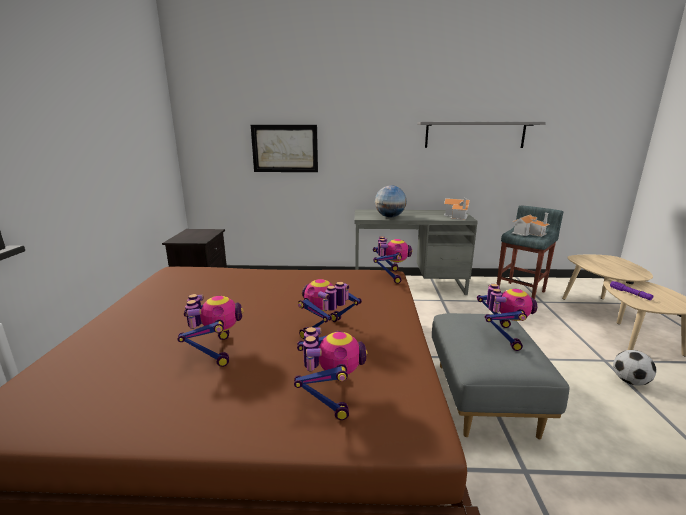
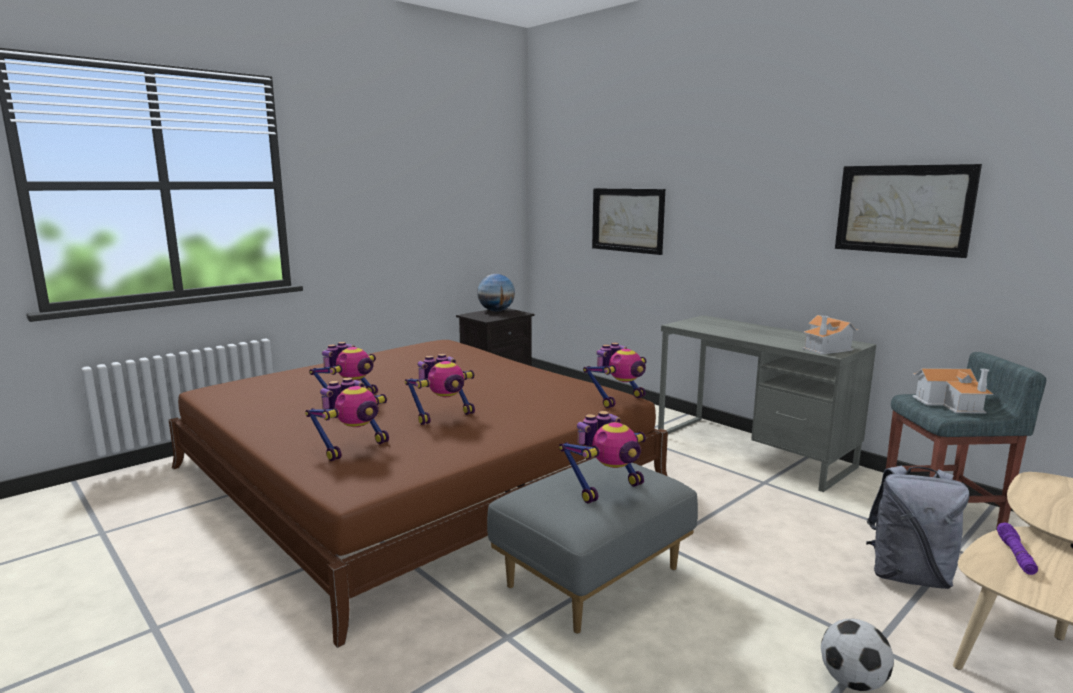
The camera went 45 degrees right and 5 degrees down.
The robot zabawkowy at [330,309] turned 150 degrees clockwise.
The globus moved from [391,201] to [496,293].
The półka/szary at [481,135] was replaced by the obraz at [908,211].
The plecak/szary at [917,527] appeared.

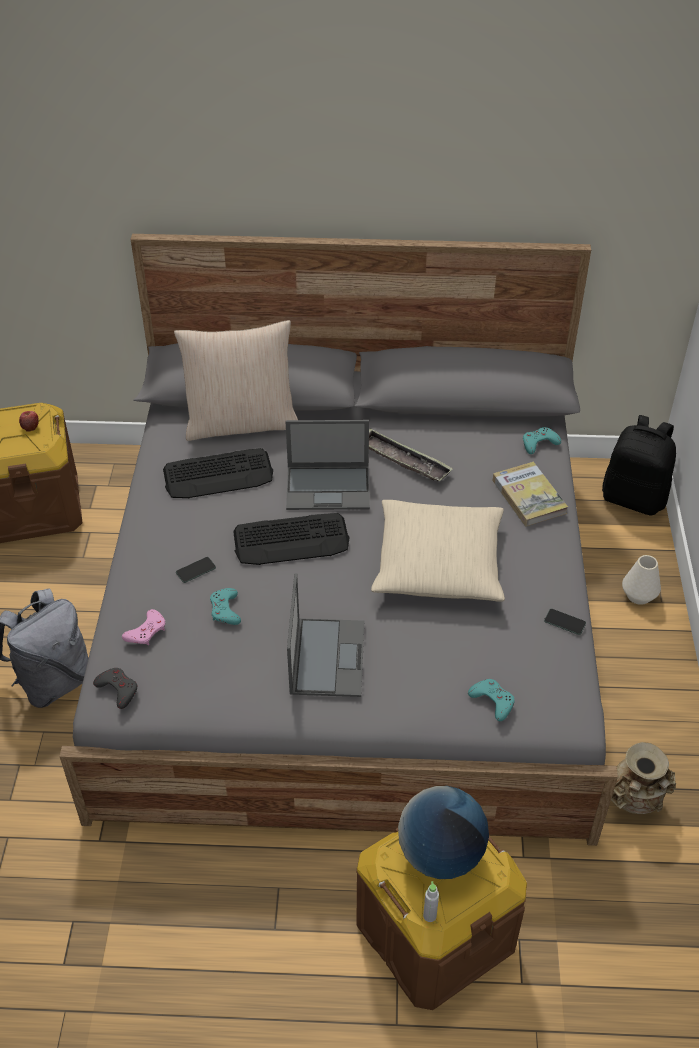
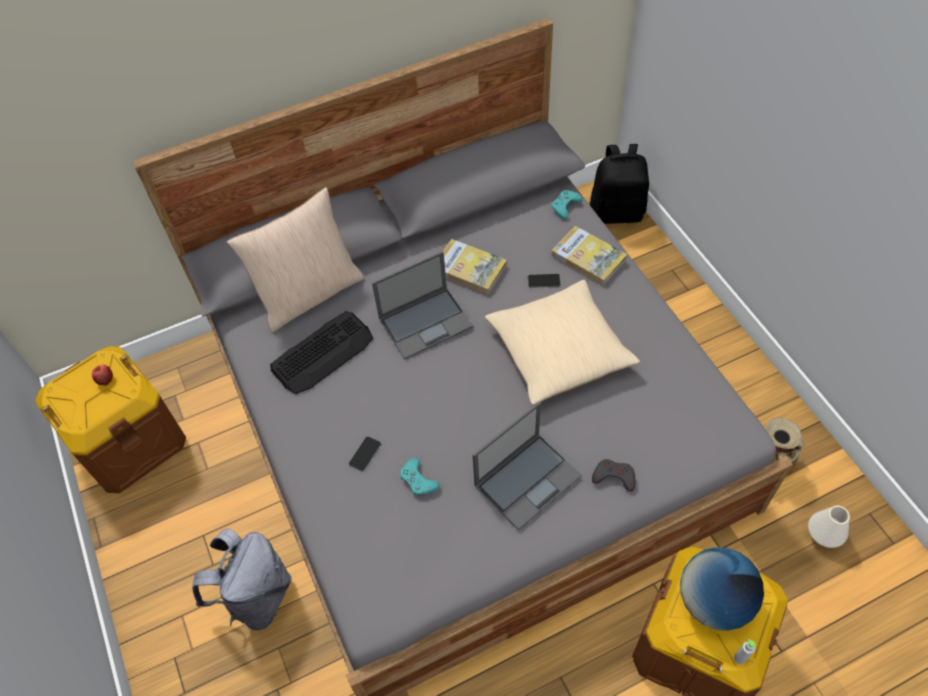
The camera went 25 degrees left and 10 degrees up.
The taca at [411,455] was replaced by the książka at [475,266].
The laptop at [325,635] turned 75 degrees clockwise.
The telefon moved from [565,622] to [544,281].
The pad do gier/szary moved from [115,688] to [614,475].
The wazon/biały moved from [641,580] to [829,526].
The pad do gier/różowy at [143,627] disappeared.
The klawiatura at [291,539] disappeared.
The pad do gier/turkusowy at [491,700] disappeared.

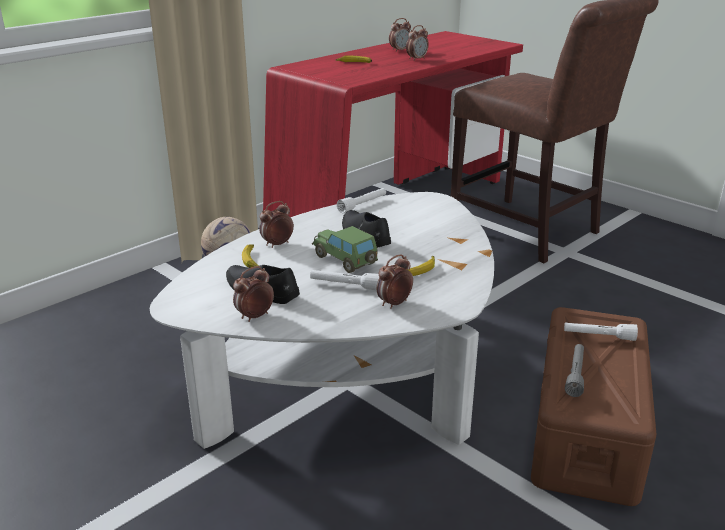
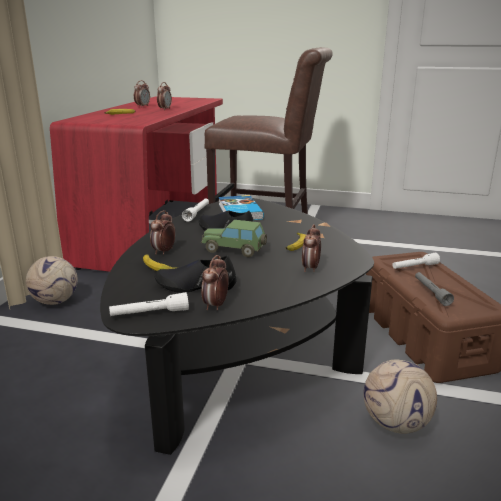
The camera went 30 degrees left and 5 degrees down.
The ława/biały at [322,320] became the ława/czarny at [237,326].
The latarka/biały moved from [344,280] to [149,304].
The książka at [241,207] appeared.
The piłka futbolowa at [400,397] appeared.

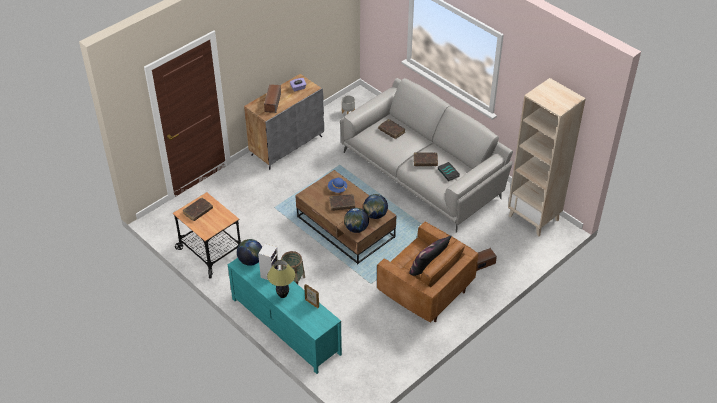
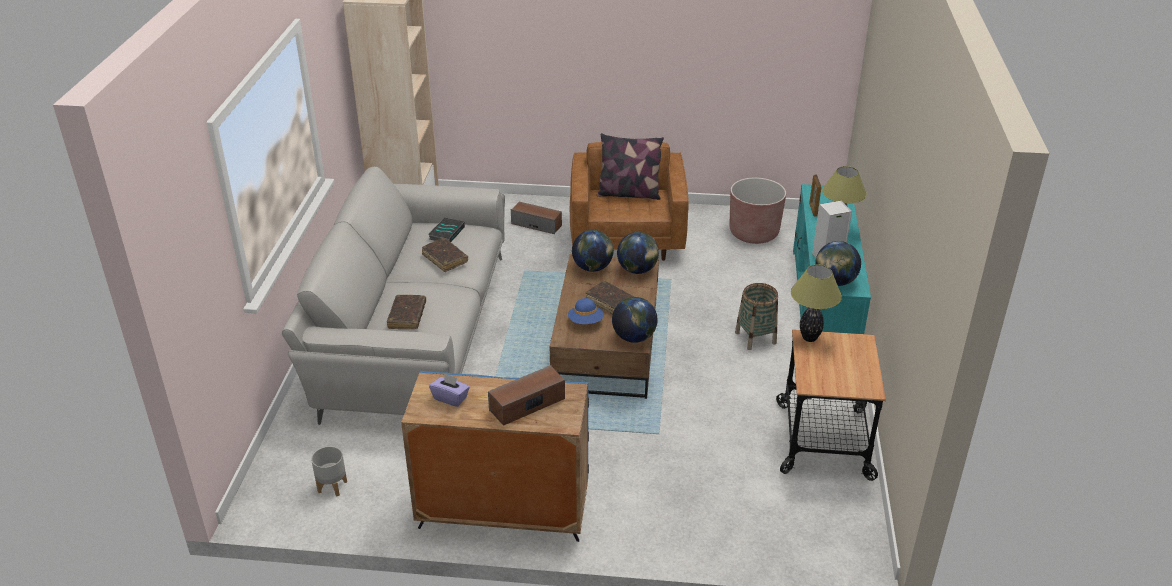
The camera went 130 degrees left and 10 degrees down.
The szafka/szary at [284,122] became the szafka/niebieski at [495,456].
The globus at [635,320] appeared.
The donica/brązowy at [758,210] appeared.
The lampa stołowa at [816,303] appeared.
The książka/brązowy at [198,209] disappeared.

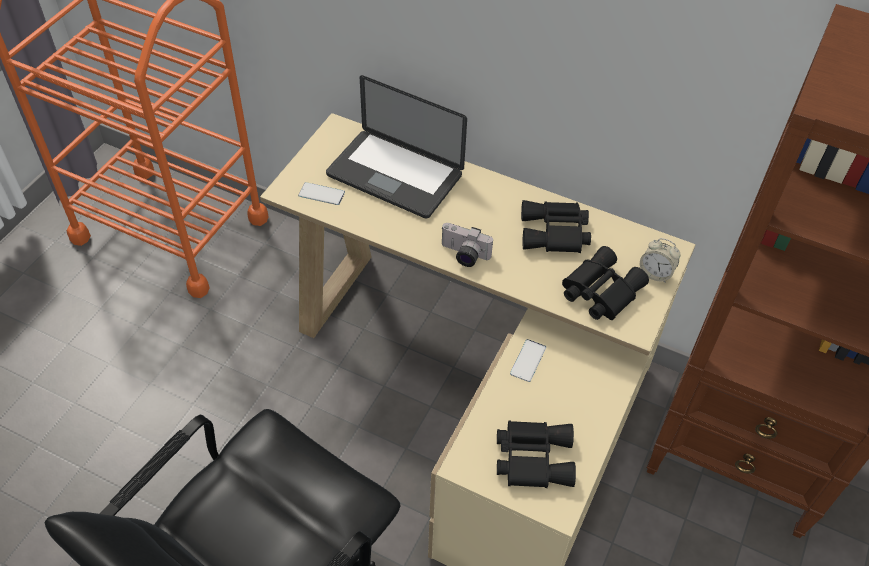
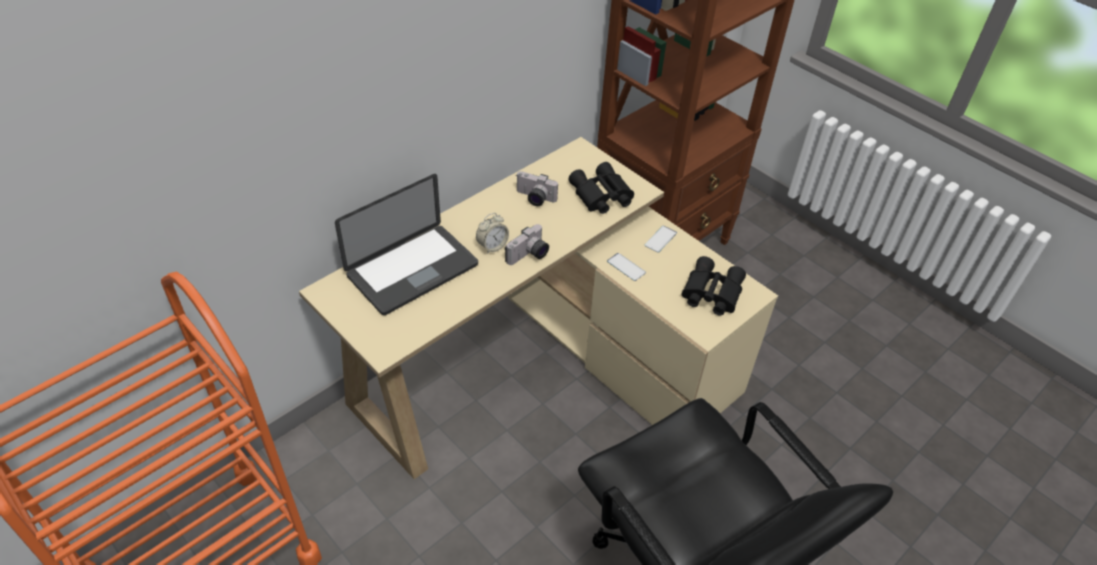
The camera went 70 degrees left and 5 degrees down.
The budzik moved from [660,260] to [492,233].
The lornetka/czarny at [556,226] was replaced by the aparat fotograficzny at [537,188].
The telefon moved from [321,193] to [661,239].

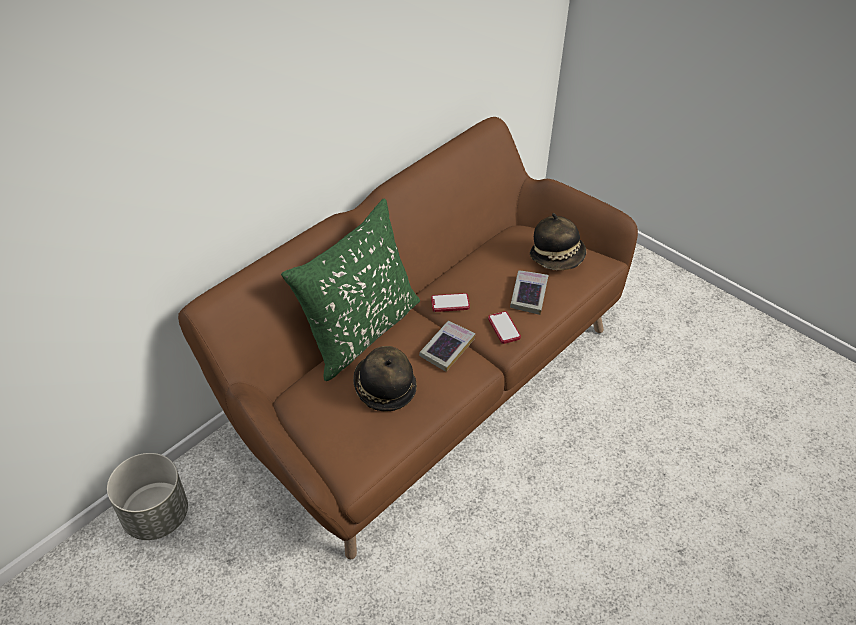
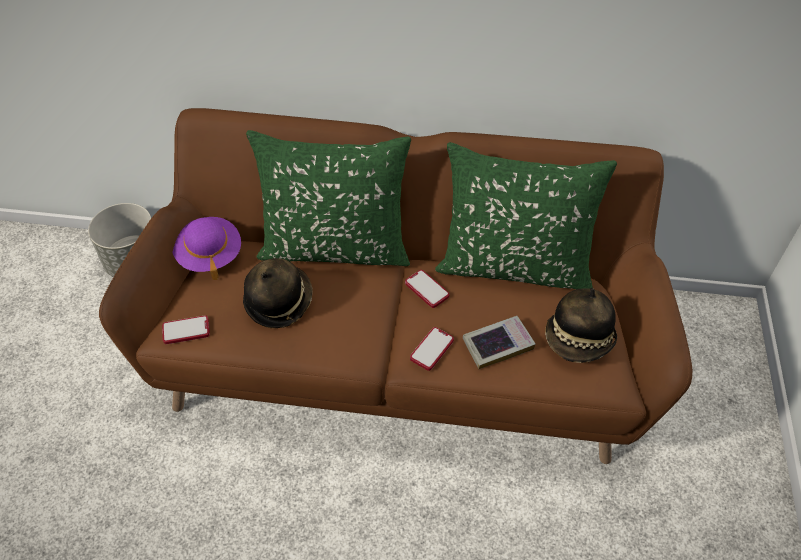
The camera went 55 degrees right and 5 degrees up.
The telefon at [186,329] appeared.
The kapelusz/fioletowy at [207,248] appeared.
The poduszka/zielony at [526,215] appeared.
The książka at [447,346] disappeared.

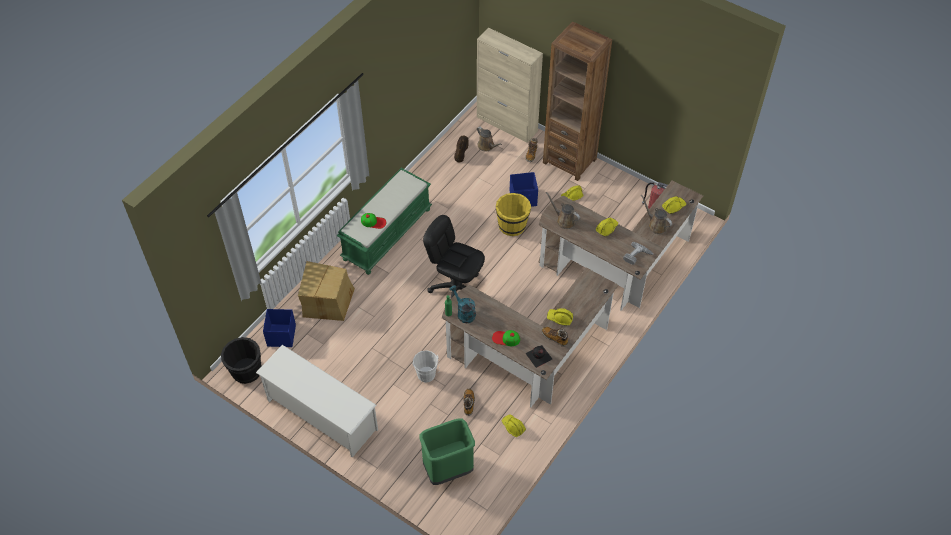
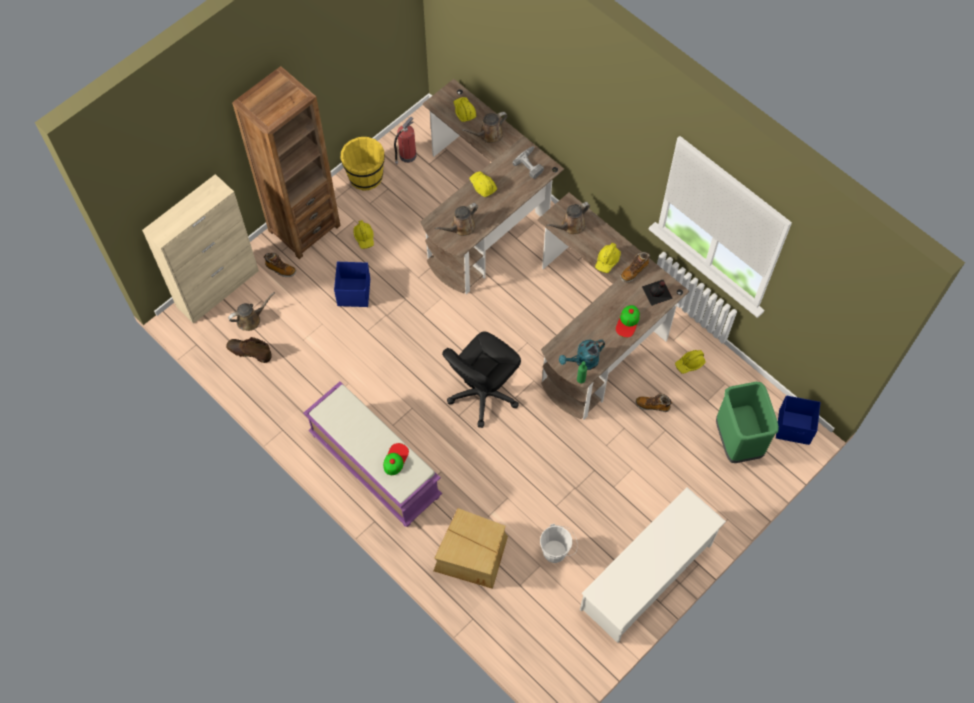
The camera went 80 degrees left and 10 degrees up.
The ławka/zielony at [384,221] became the ławka/fioletowy at [372,454].
The wiadro/żółty moved from [513,214] to [363,164].
The wiadro/biały moved from [426,366] to [558,543].
The konewka/brązowy at [568,218] appeared.
The pojemnik do przechowywania/niebieski moved from [279,328] to [798,420].
The wiadro/czarny at [241,360] disappeared.

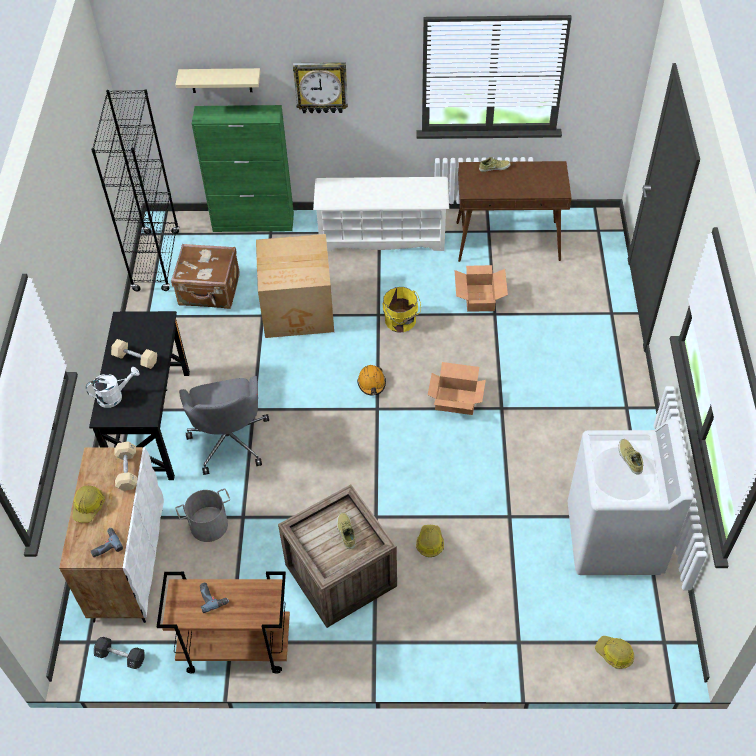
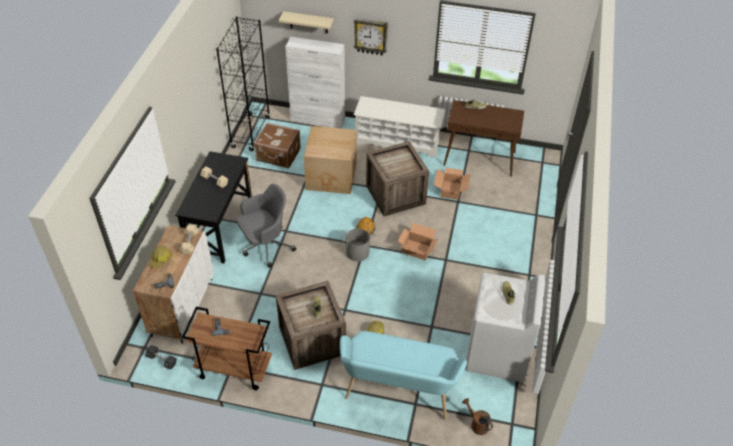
The camera went 10 degrees right and 5 degrees down.
The krzesło biurowe/szary at [224,425] turned 120 degrees counterclockwise.
The szafka/zielony at [243,168] became the szafka/biały at [315,82].
The ławka/turkusowy at [403,375] appeared.
The wiadro/szary moved from [202,515] to [358,244].
The wiadro/żółty at [402,310] was replaced by the skrzynka at [397,178].
The kask at [614,652] was replaced by the konewka/brązowy at [477,416].
The konewka/biały at [112,387] disappeared.

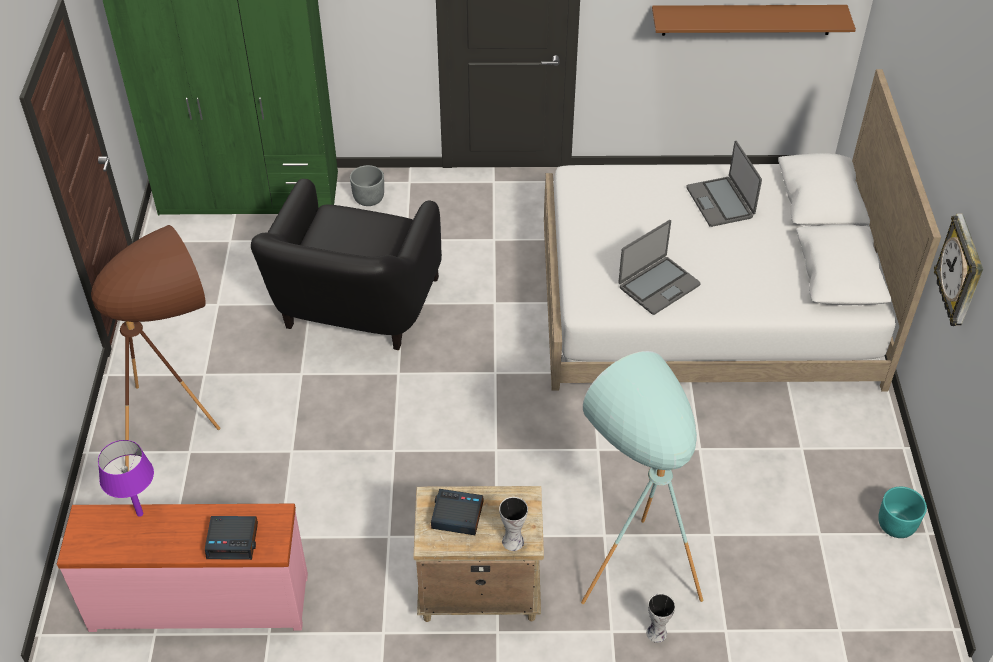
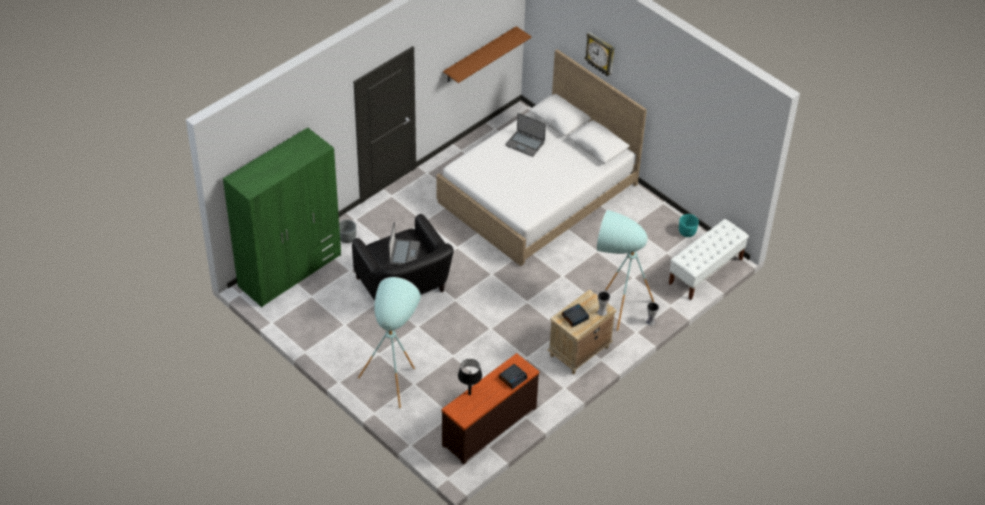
The camera went 45 degrees left and 0 degrees up.
The lampa stojąca/brązowy at [156,348] became the lampa stojąca/turkusowy at [389,342].
The laptop moved from [659,267] to [404,243].
The komoda/różowy at [182,568] became the komoda/brązowy at [490,408].
The lampa stołowa/fioletowy at [126,478] became the lampa stołowa/czarny at [470,377].
The zegar ścienny moved from [958,270] to [599,54].
The ławka/biały at [709,259] appeared.

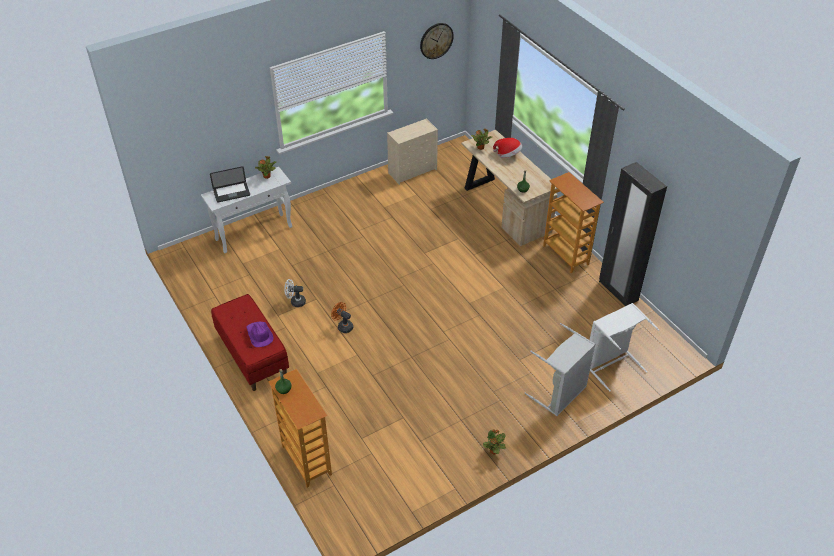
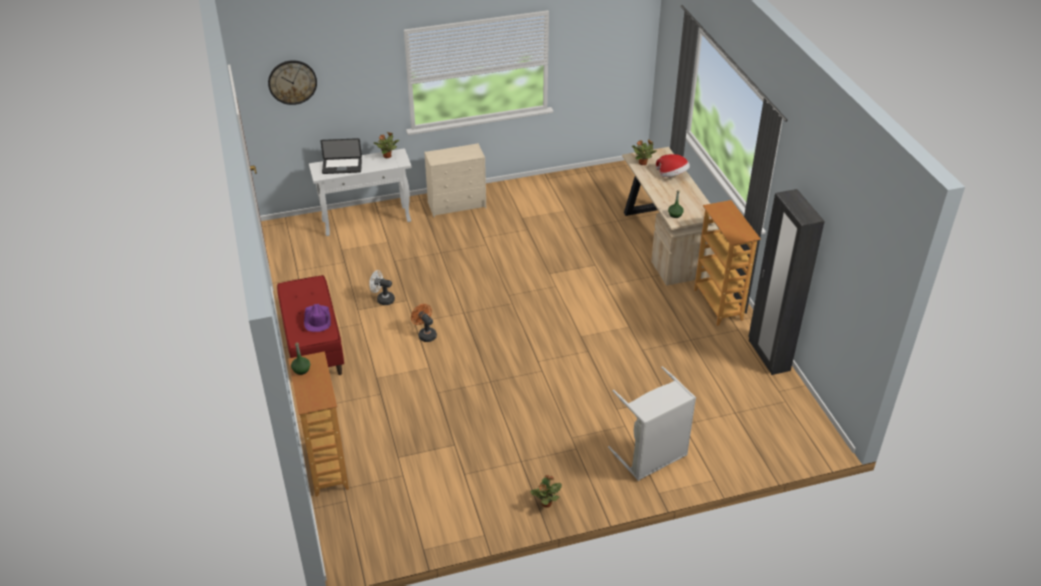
The camera went 15 degrees right and 5 degrees down.
The zegar ścienny moved from [437,41] to [292,82].
The komoda/beżowy moved from [412,152] to [455,180].
The kosz na pranie/biały at [624,347] disappeared.

